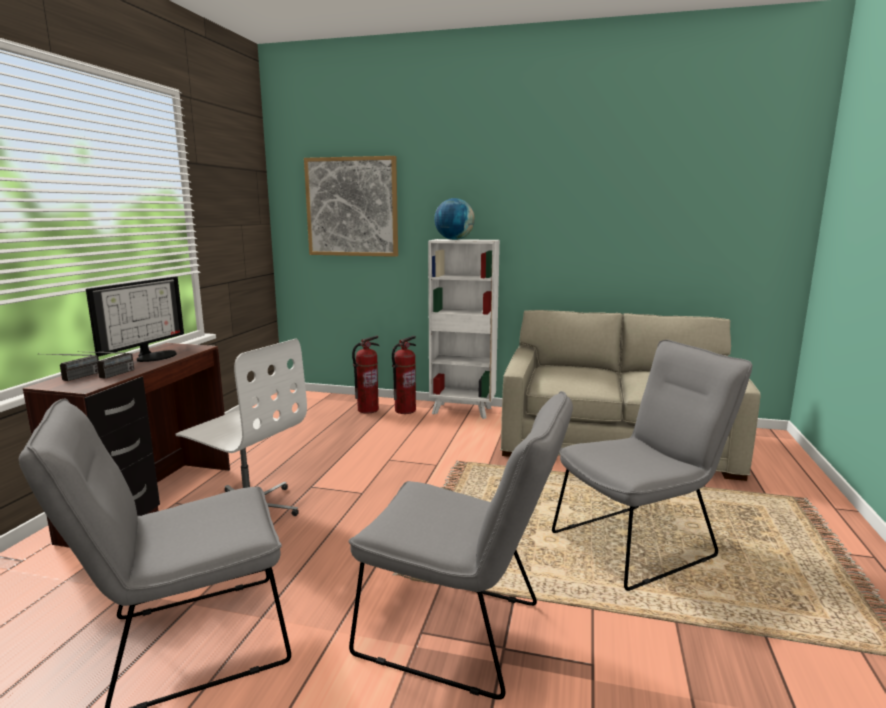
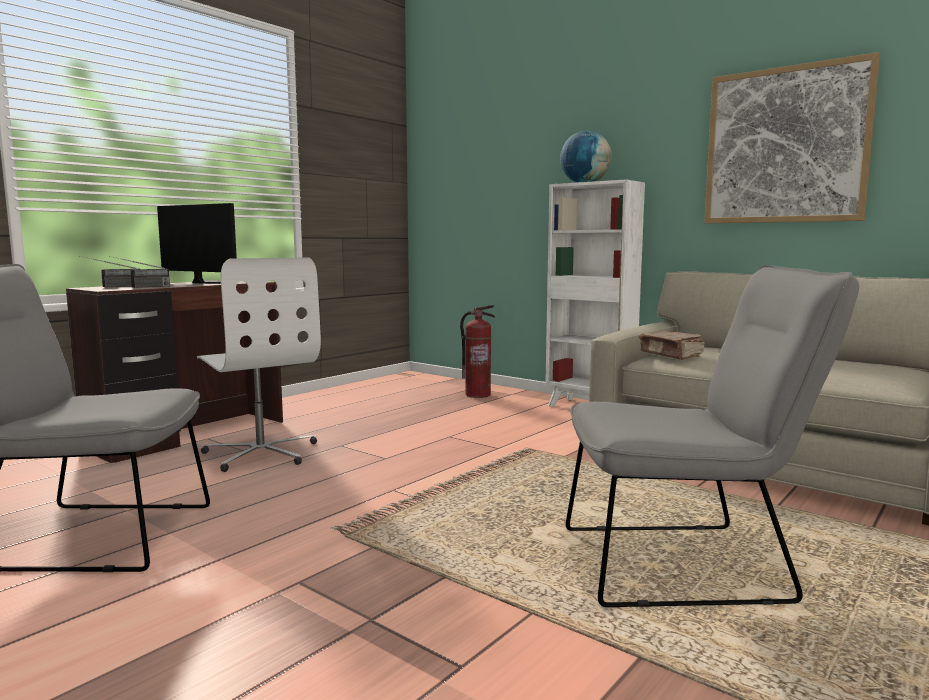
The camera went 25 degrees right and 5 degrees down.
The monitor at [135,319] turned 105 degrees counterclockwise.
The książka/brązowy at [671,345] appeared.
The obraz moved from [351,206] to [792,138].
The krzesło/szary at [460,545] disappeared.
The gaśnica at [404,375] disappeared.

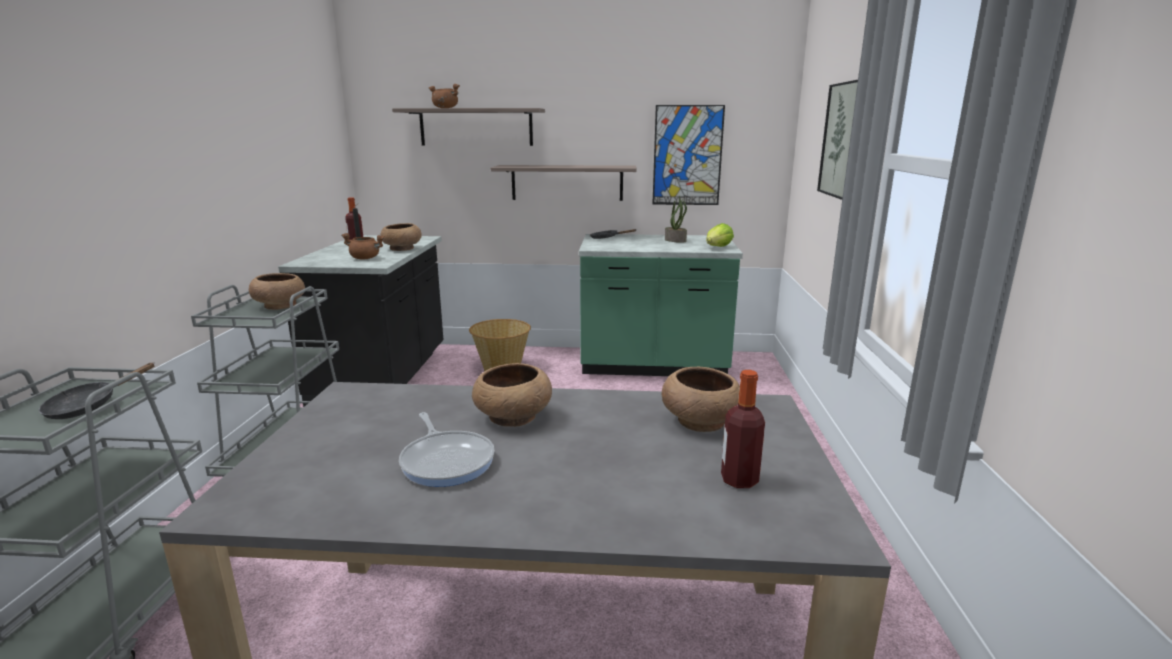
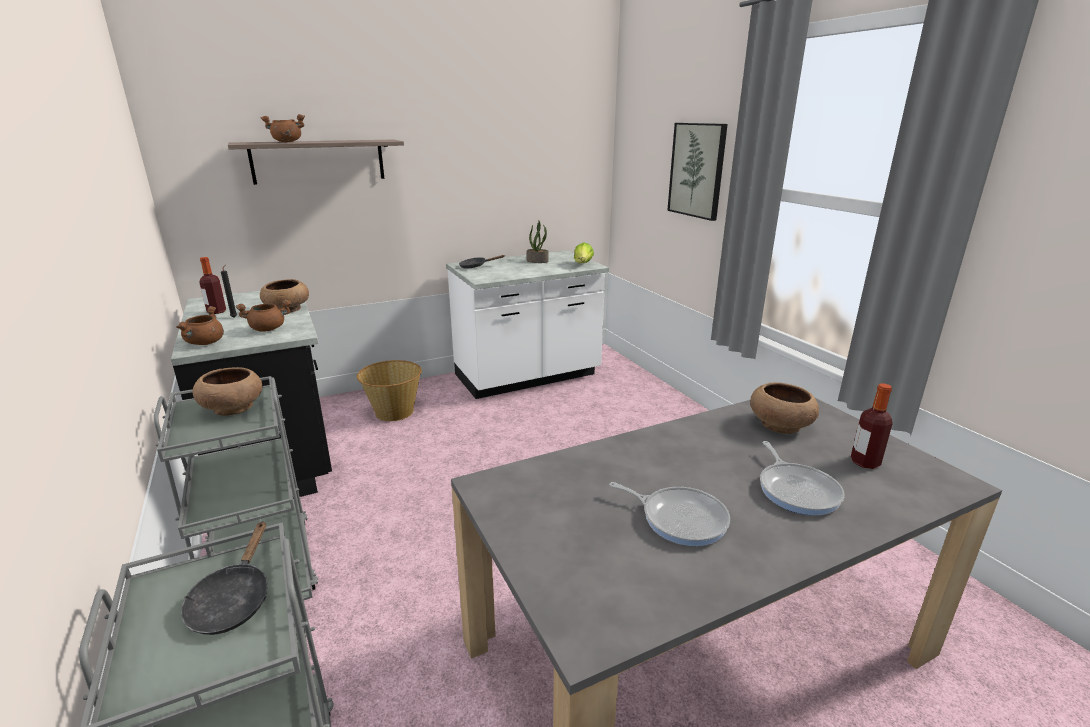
The camera went 30 degrees left and 5 degrees up.
The garnek/brązowy at [200,325] appeared.
The zabudowa kuchenna/zielony at [661,305] became the zabudowa kuchenna/biały at [527,324].
The patelnia at [802,478] appeared.
The miska/brązowy at [512,395] disappeared.
The półka at [564,183] disappeared.
The obraz at [688,155] disappeared.

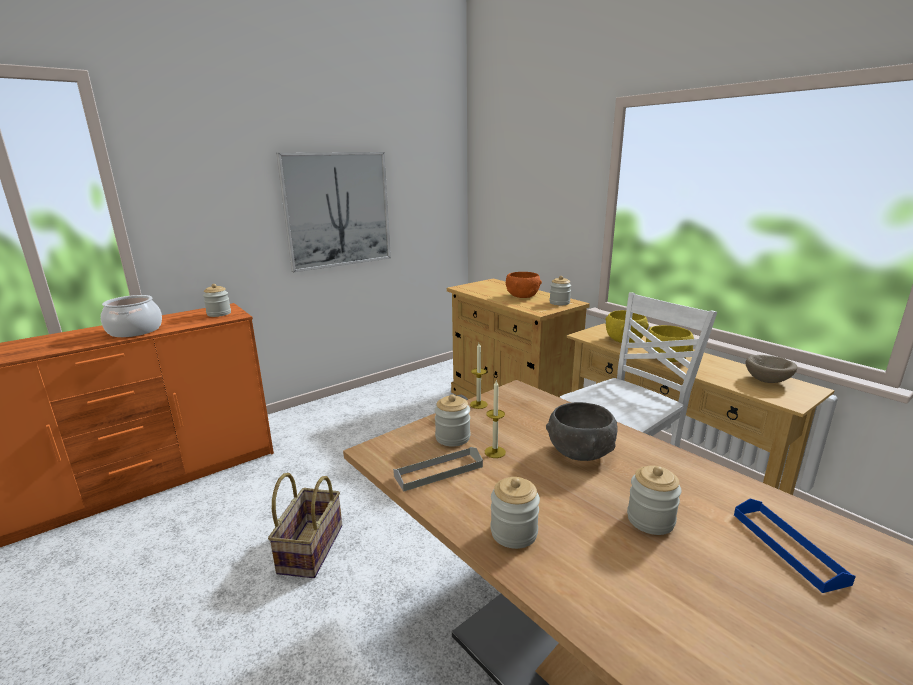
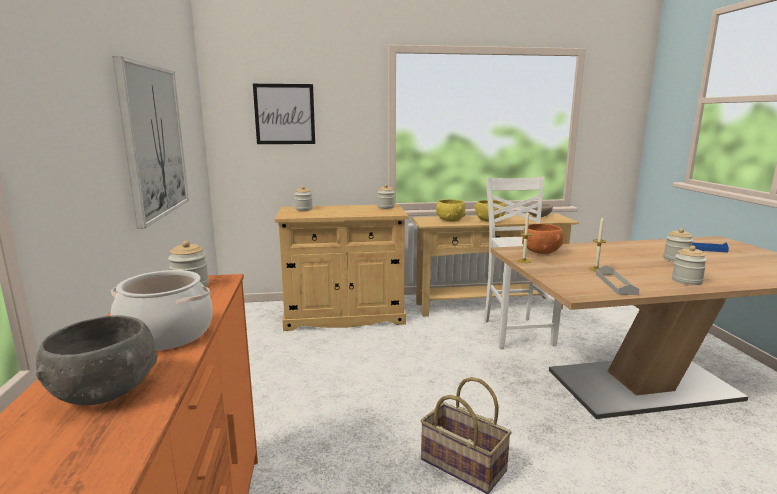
The camera went 60 degrees left and 5 degrees down.
The miska/szary moved from [581,431] to [96,360].
The obraz at [284,114] appeared.
The słoik moved from [452,420] to [303,198].
The miska/pomarańczowy moved from [524,285] to [543,239].

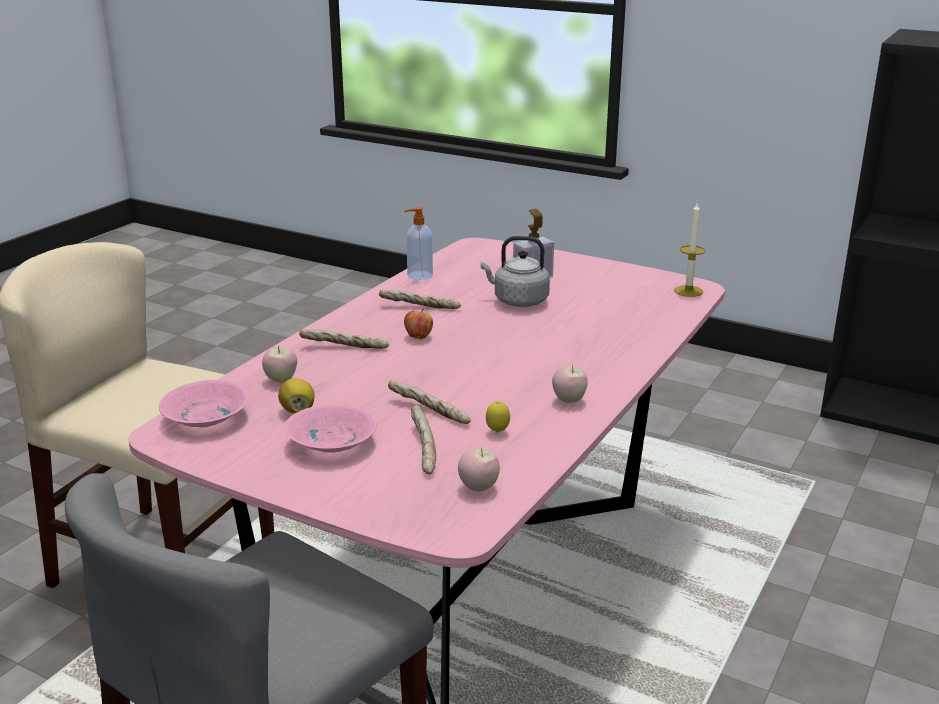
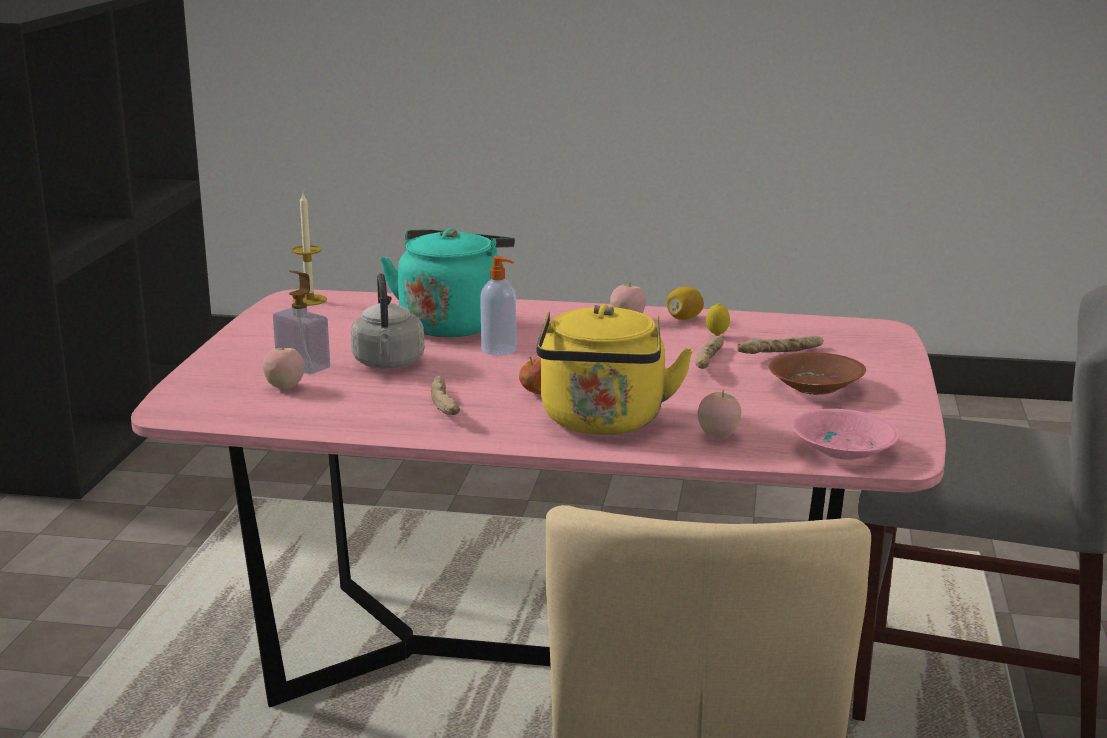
The camera went 110 degrees left and 5 degrees down.
The jabłko moved from [479,470] to [284,366].
The czajnik/turkusowy at [447,282] appeared.
The dozownik mydła moved from [419,243] to [498,305].
The chleb at [344,339] was replaced by the czajnik/żółty at [615,369].
The cytryna moved from [296,396] to [685,303].
The miska/różowy at [330,428] became the miska/brązowy at [817,373].

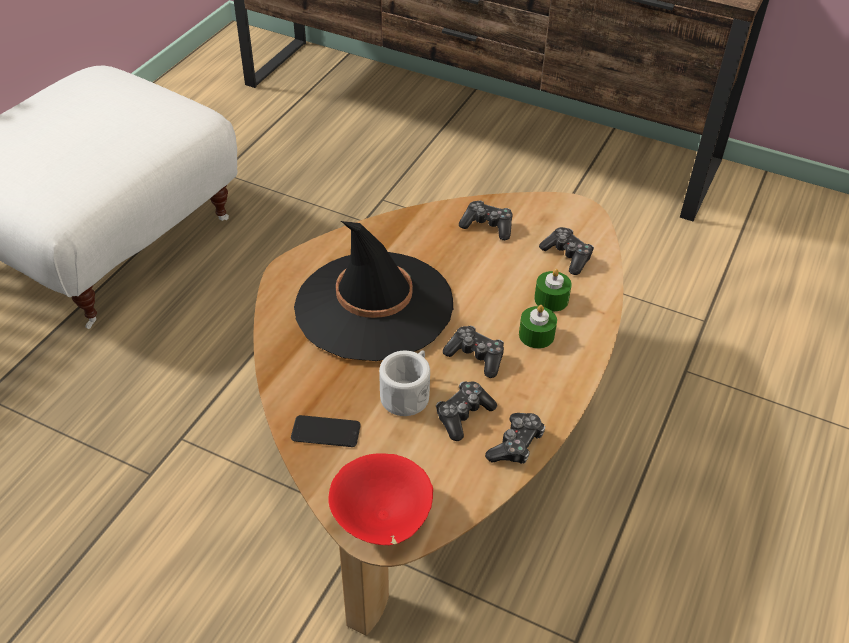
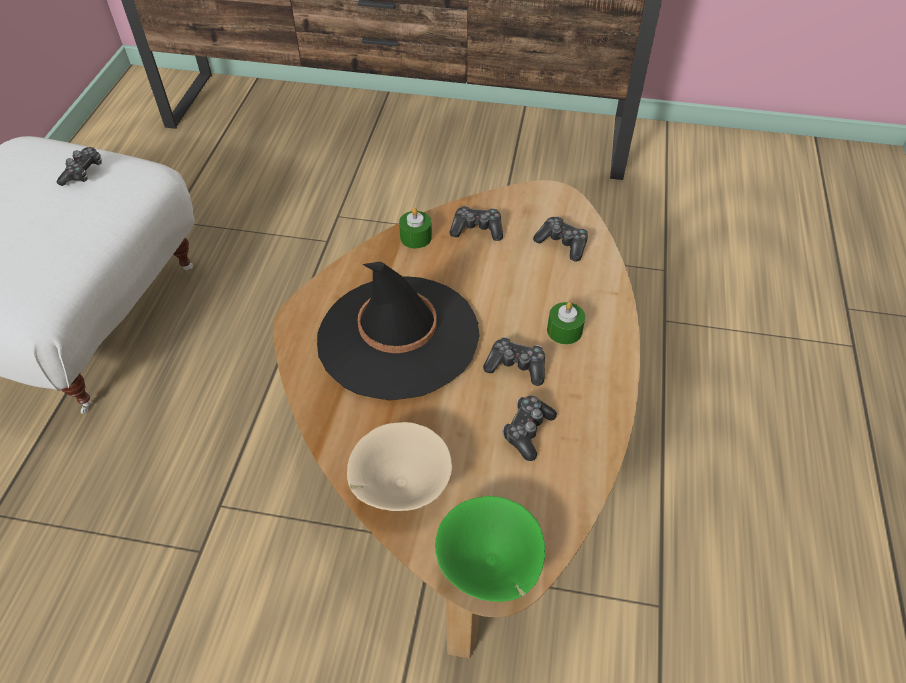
The camera went 15 degrees left and 5 degrees up.
The pad do gier moved from [515,438] to [79,166].
The telefon at [326,431] was replaced by the miska/beżowy at [399,466].
The świeca/zielony moved from [553,290] to [415,228].
The miska/czerwony at [380,499] became the miska/zielony at [490,549].
The kubek/biały at [404,383] disappeared.

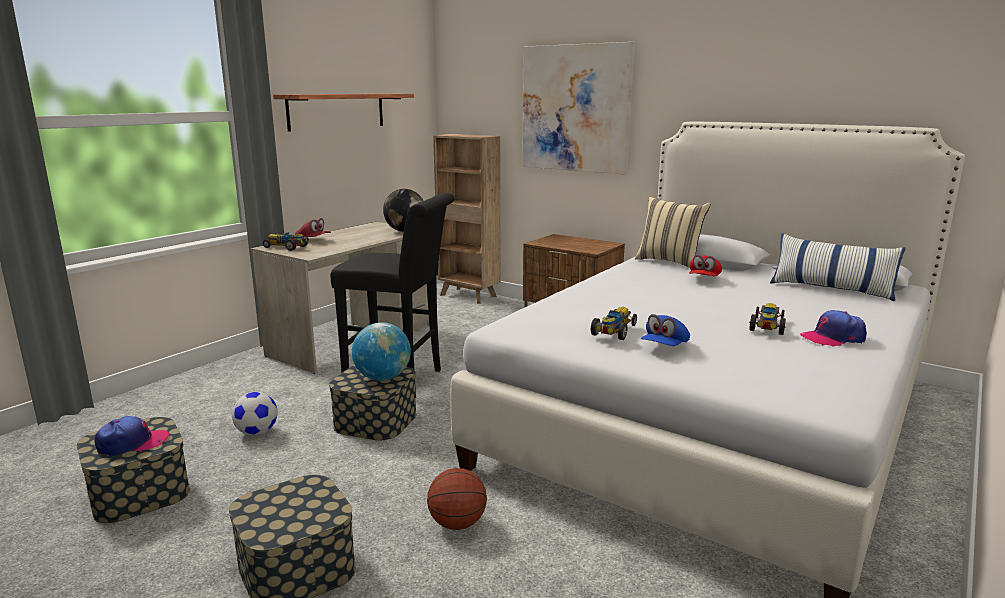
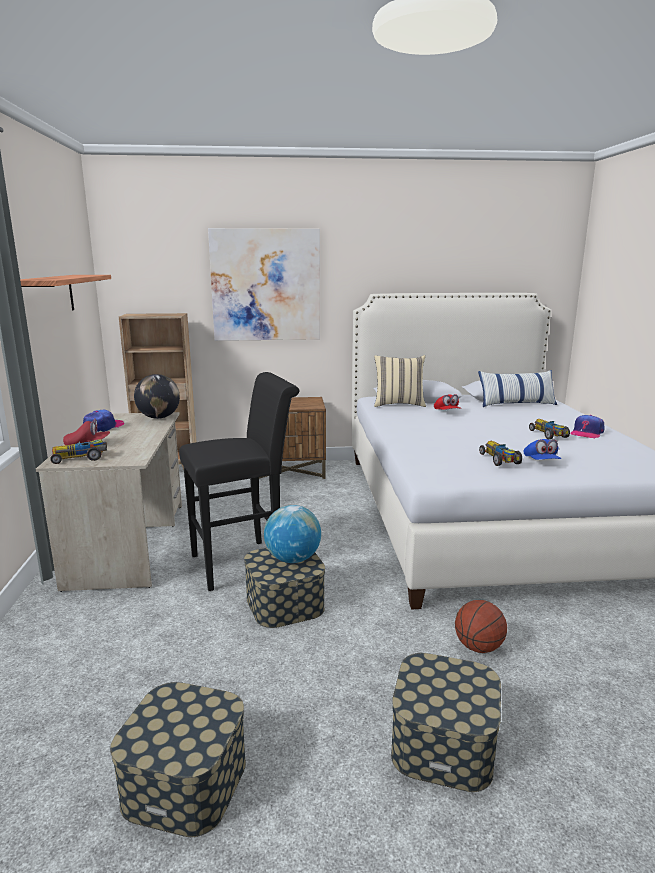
The camera went 40 degrees left and 0 degrees up.
The czapka z daszkiem moved from [131,436] to [103,421].
The piłka futbolowa at [255,413] disappeared.

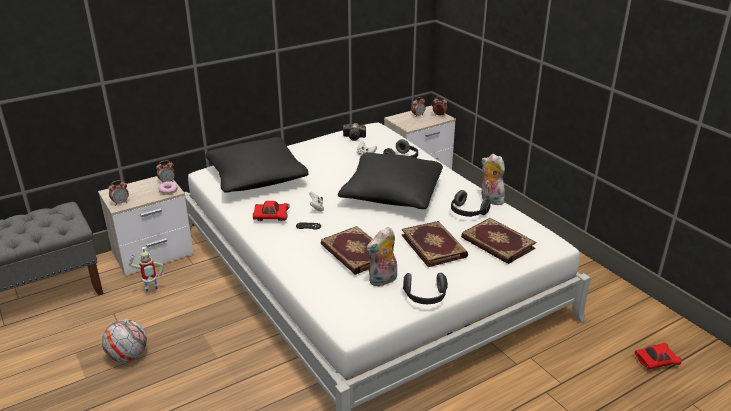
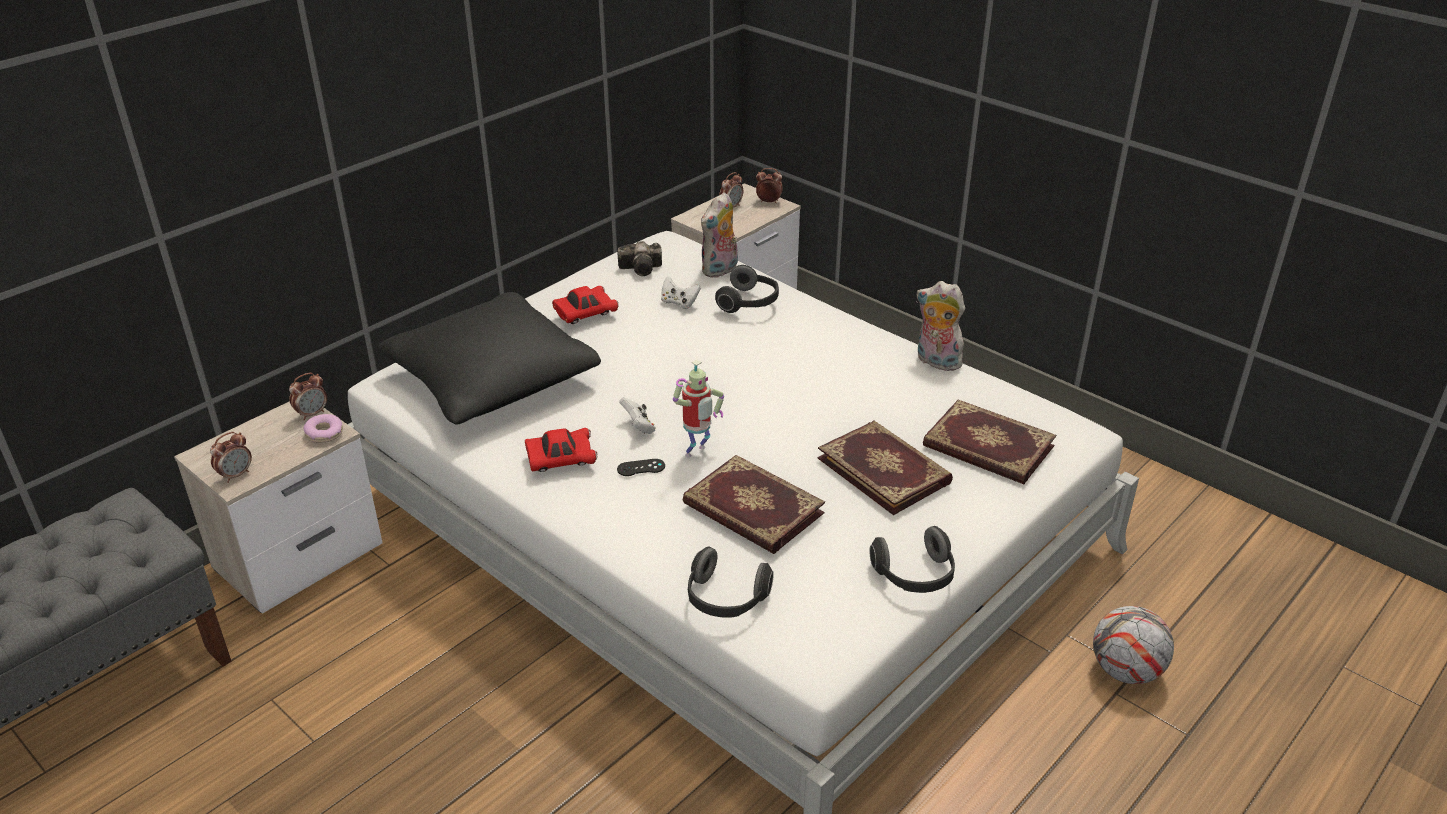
The camera went 15 degrees left and 5 degrees up.
The samochodzik/czerwony moved from [658,356] to [585,305].
The robot zabawkowy moved from [146,270] to [698,408].
The słuchawki moved from [471,203] to [731,581].
The pluszak moved from [381,256] to [719,235].
The piłka futbolowa moved from [124,340] to [1133,645].
The poduszka/czarny at [390,181] disappeared.

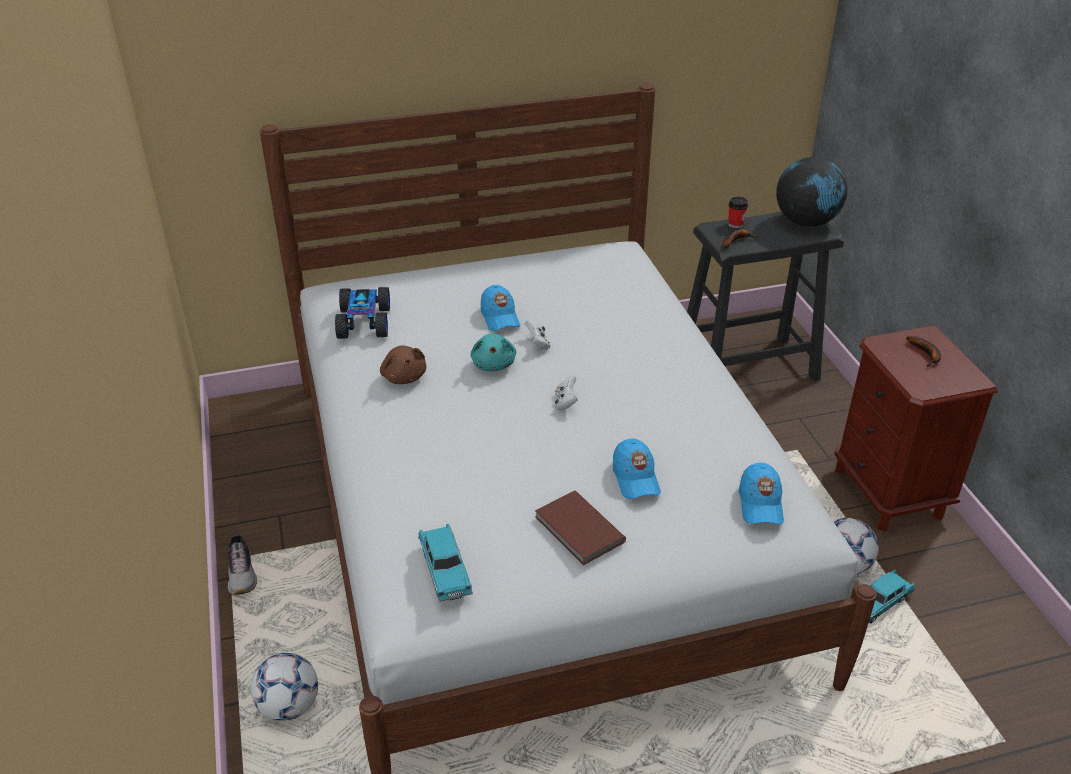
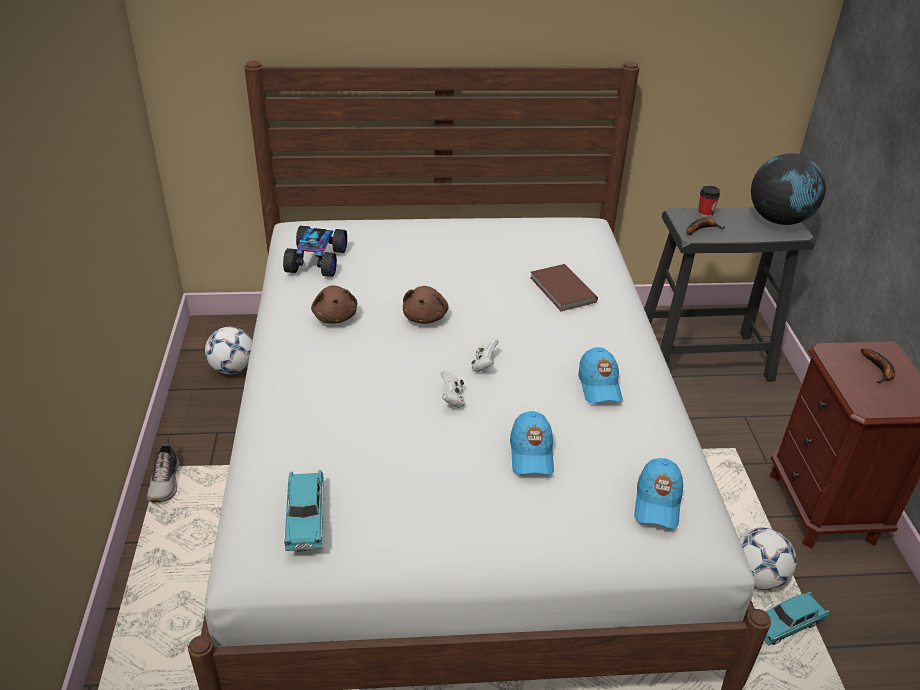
The camera went 10 degrees right and 0 degrees up.
The piłka futbolowa moved from [284,687] to [228,350].
The pluszak/turkusowy at [493,352] became the pluszak/brązowy at [425,305].
The pad do gier/biały moved from [537,335] to [452,389].
The książka/brązowy moved from [580,527] to [564,287].
The czapka z daszkiem/niebieski moved from [500,308] to [600,375].

